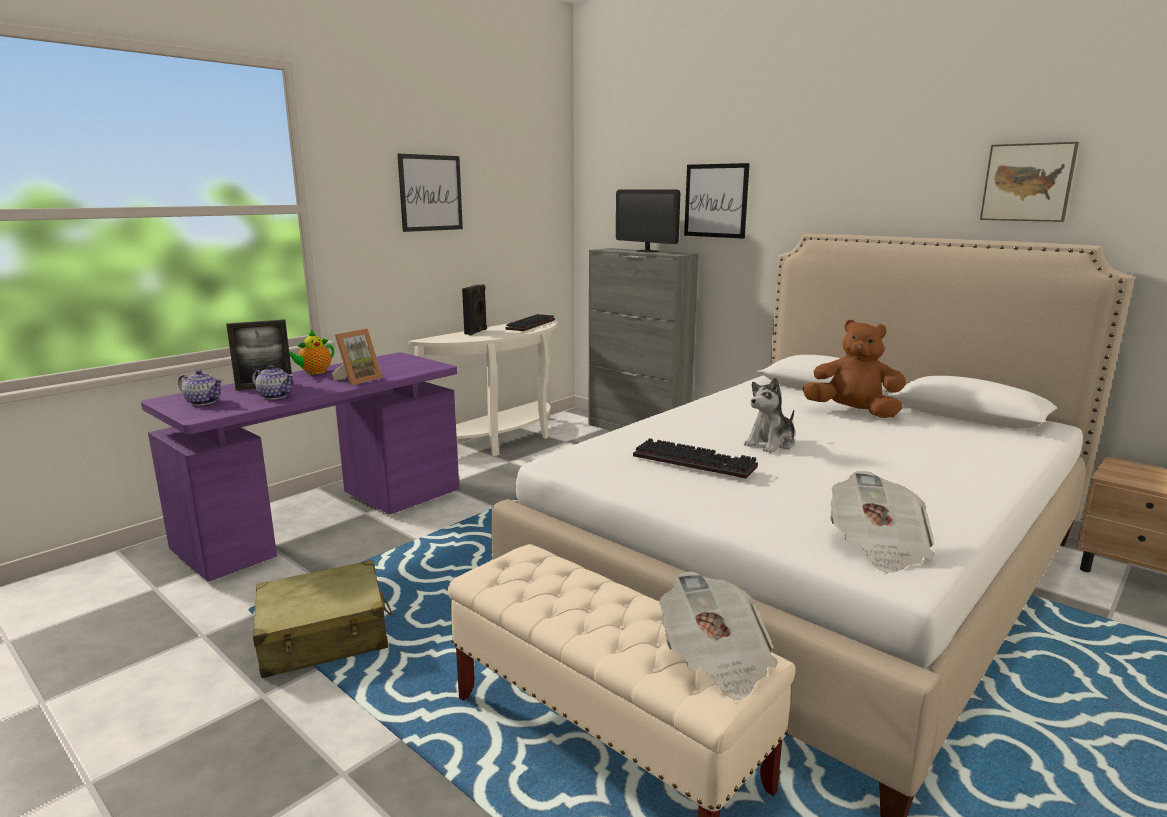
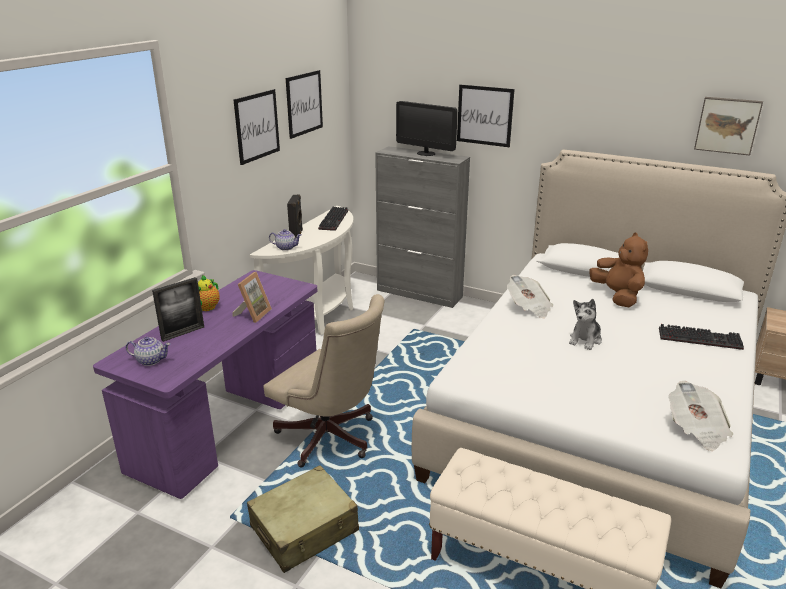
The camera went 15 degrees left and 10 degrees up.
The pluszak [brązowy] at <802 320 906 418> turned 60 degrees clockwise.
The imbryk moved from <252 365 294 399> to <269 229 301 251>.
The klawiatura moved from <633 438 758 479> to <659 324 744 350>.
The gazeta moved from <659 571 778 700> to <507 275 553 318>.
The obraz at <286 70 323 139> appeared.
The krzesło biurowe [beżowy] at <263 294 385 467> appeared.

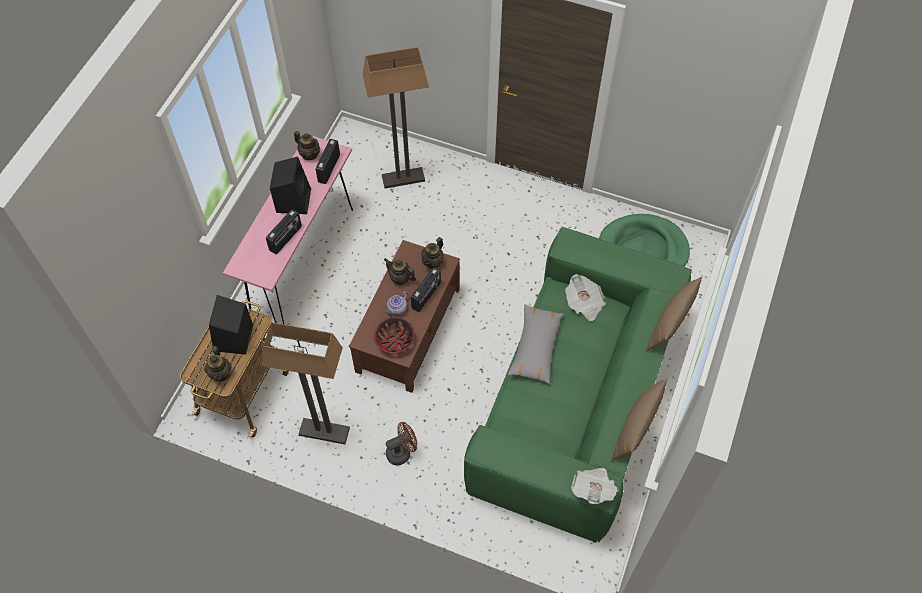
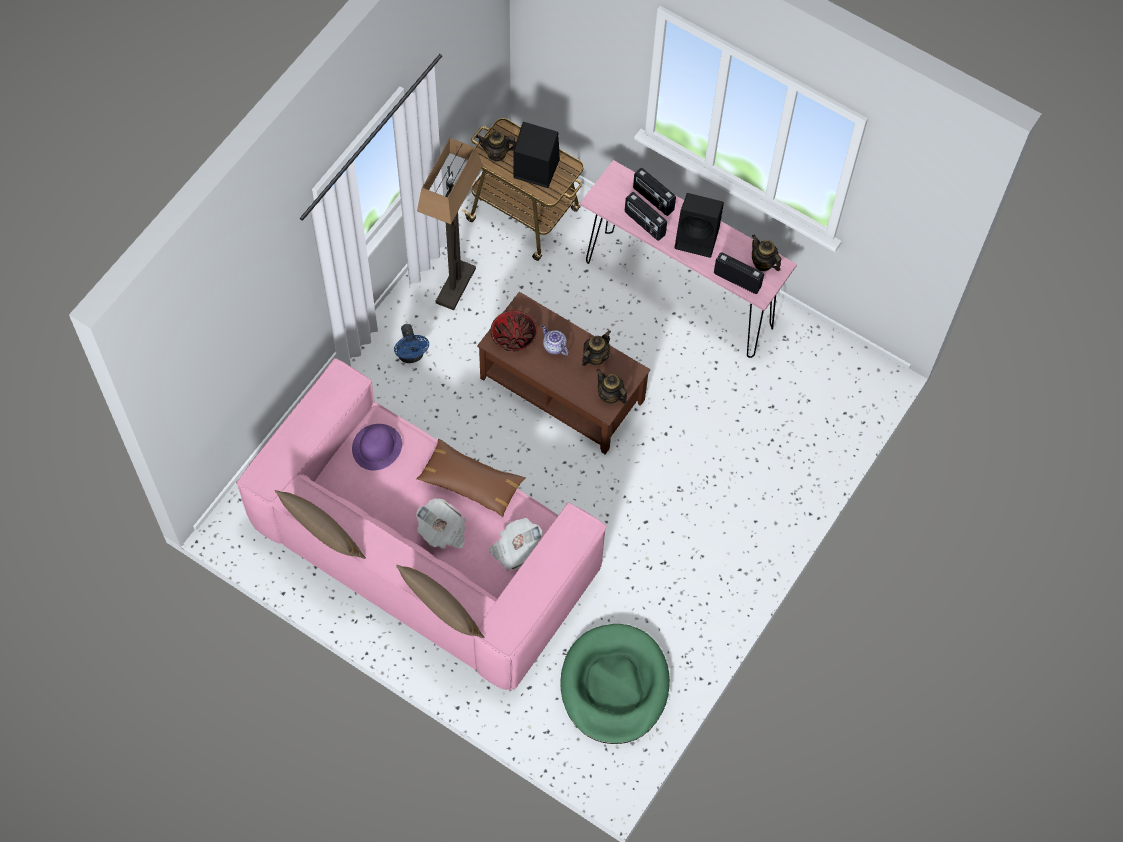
The camera went 100 degrees right and 5 degrees up.
The lampa stojąca at <363 47 429 189> disappeared.
The imbryk at <294 131 320 160> turned 90 degrees clockwise.
The kanapa [zielony] at <464 227 692 542> became the kanapa [różowy] at <236 359 607 691>.
The radio moved from <411 268 441 312> to <633 168 676 216>.
The poduszka [szary] at <508 304 564 384> became the poduszka [brązowy] at <416 439 526 517>.
The wentylator [brązowy] at <386 422 417 465> became the wentylator [niebieski] at <394 324 429 363>.
The gazeta moved from <571 468 618 504> to <416 498 466 549>.
The kapelusz [fioletowy] at <352 424 402 471> appeared.

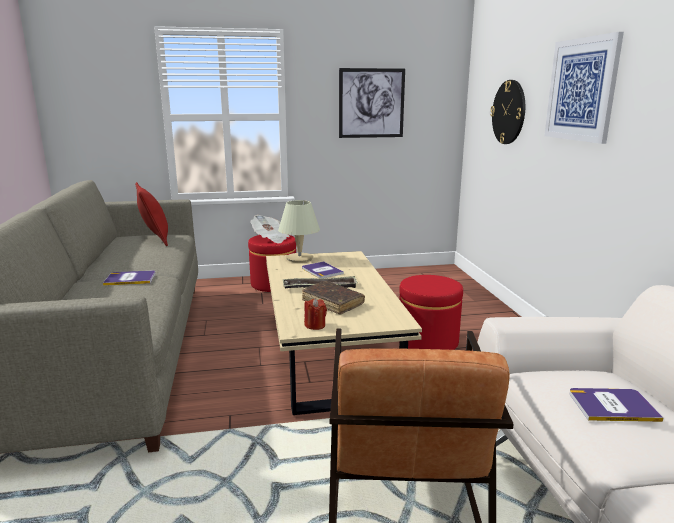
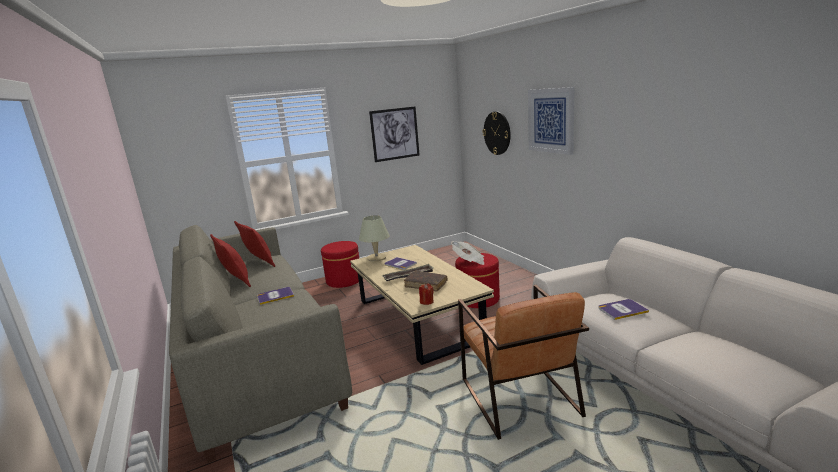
The camera went 15 degrees left and 0 degrees up.
The gazeta moved from <250 215 289 244> to <451 241 484 265>.
The poduszka [czerwony] at <210 234 251 287> appeared.

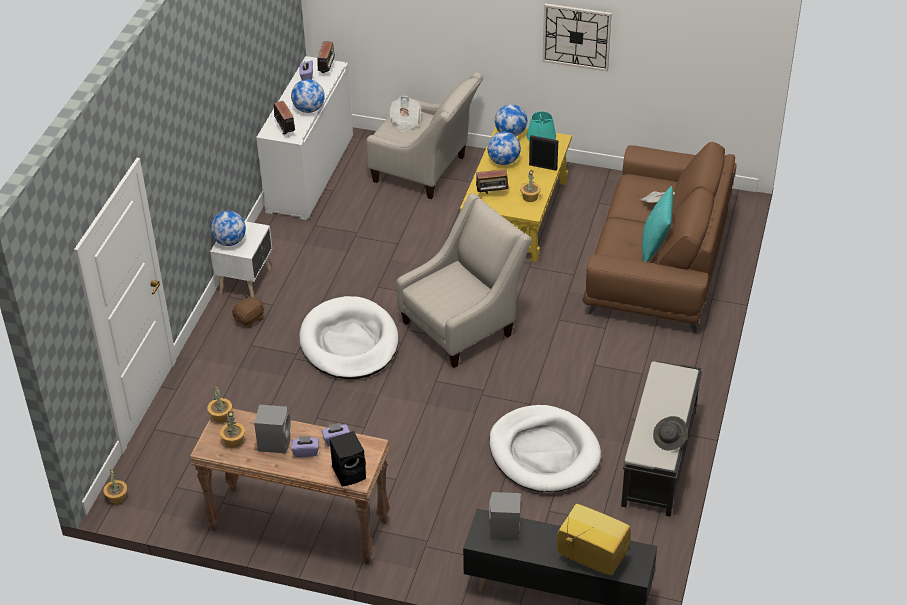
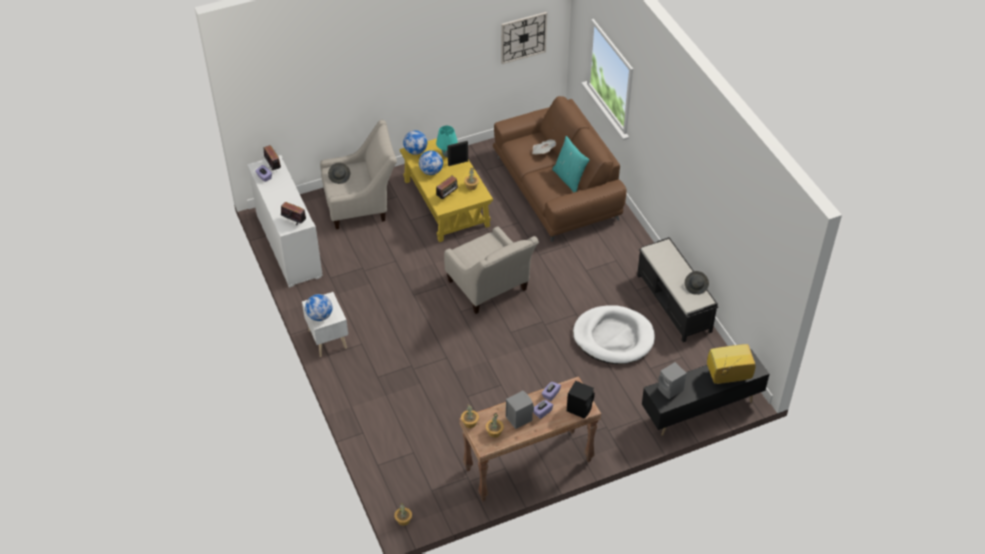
The camera went 40 degrees left and 5 degrees up.
The zegar ścienny moved from <542 4 612 72> to <501 12 547 64>.
The globus at <291 79 325 113> disappeared.
The gazeta at <389 96 421 132> was replaced by the kapelusz [szary] at <328 163 350 184>.
The fotel [beżowy] at <396 194 532 368> turned 135 degrees clockwise.
The pluszak [brązowy] at <232 295 264 328> disappeared.
The legowisko [biały] at <299 296 399 379> disappeared.

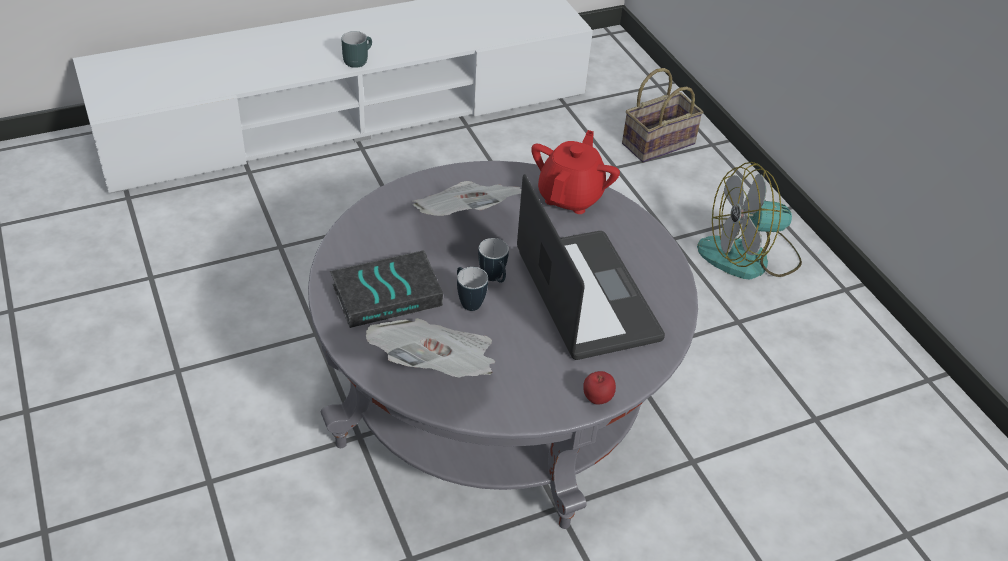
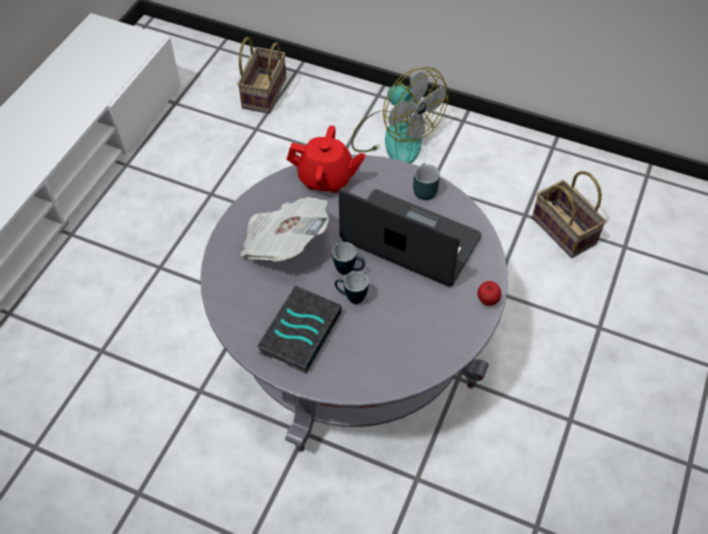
The camera went 40 degrees left and 10 degrees up.
The kubek [turkusowy] moved from <341 31 372 68> to <413 163 440 200>.
The imbryk [czerwony] at <531 130 620 214> turned 120 degrees clockwise.
The wentylator at <697 162 802 280> turned 75 degrees counterclockwise.
The gazeta at <366 318 495 378> disappeared.
The koszyk at <532 171 606 258> appeared.

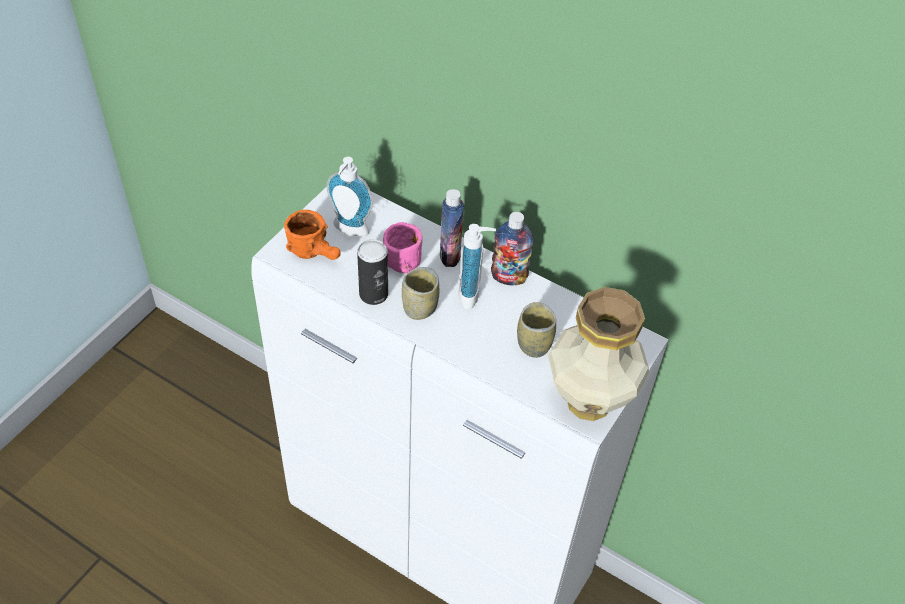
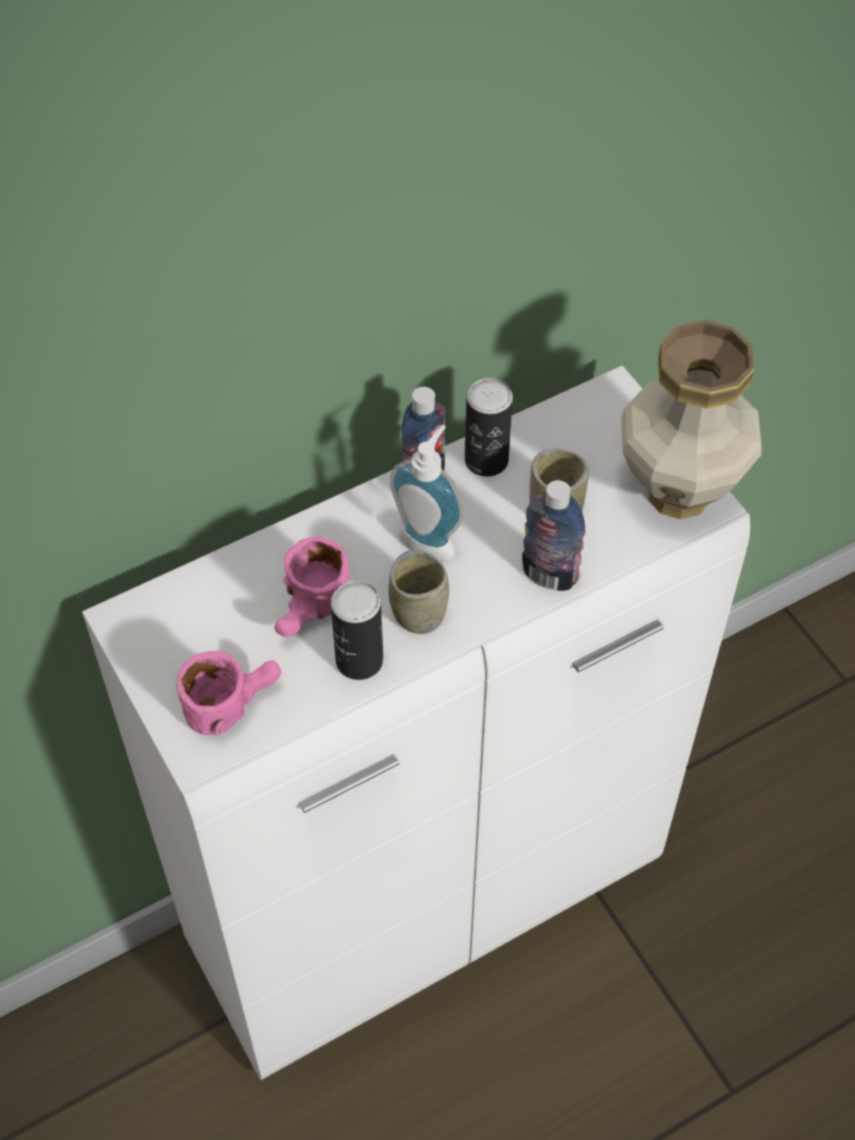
The camera went 60 degrees left and 5 degrees up.
The dozownik mydła at <326 157 373 236> disappeared.
The butelka moved from <440 189 464 267> to <522 480 585 591>.
The kubek [pomarańczowy] at <284 210 341 260> became the kubek [różowy] at <176 651 282 736>.
The puszka at <465 378 513 477> appeared.

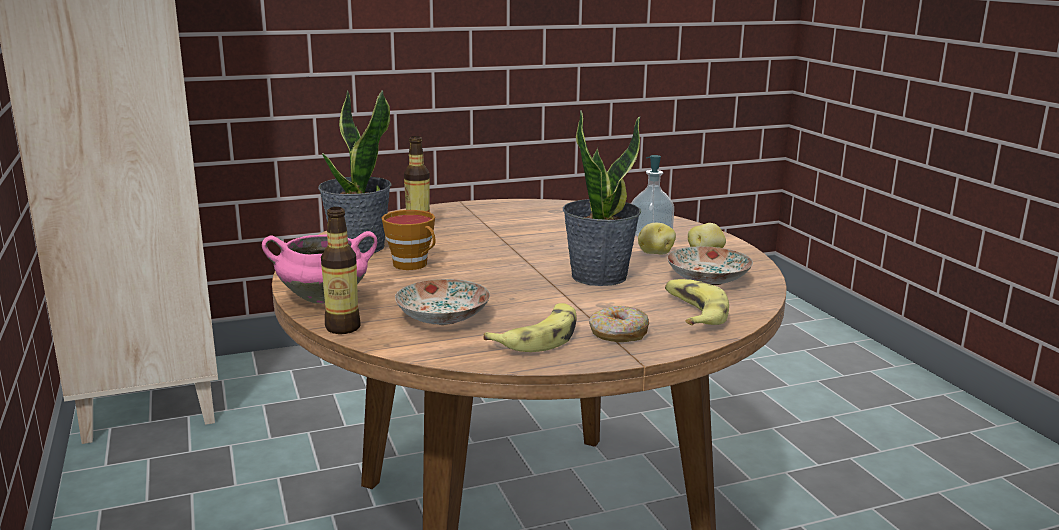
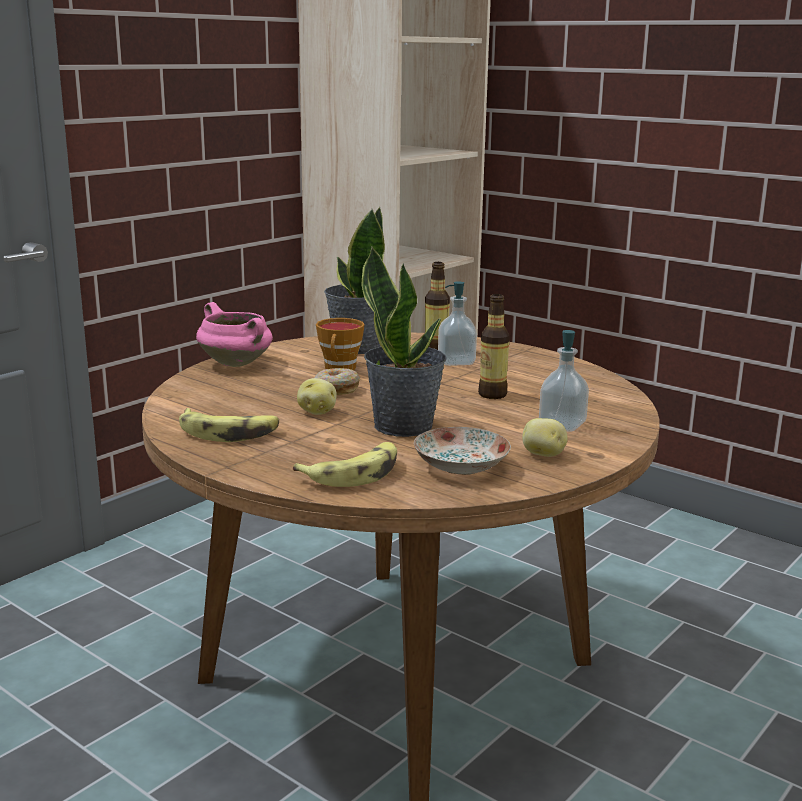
The camera went 60 degrees right and 0 degrees up.
The butelka moved from <321 207 361 334> to <478 294 510 399>.
The ziemniak moved from <638 223 676 254> to <297 378 337 415>.
The talerz at <395 279 490 325> disappeared.
The donut moved from <589 306 649 342> to <314 368 360 395>.
The dozownik mydła at <438 281 477 366> appeared.

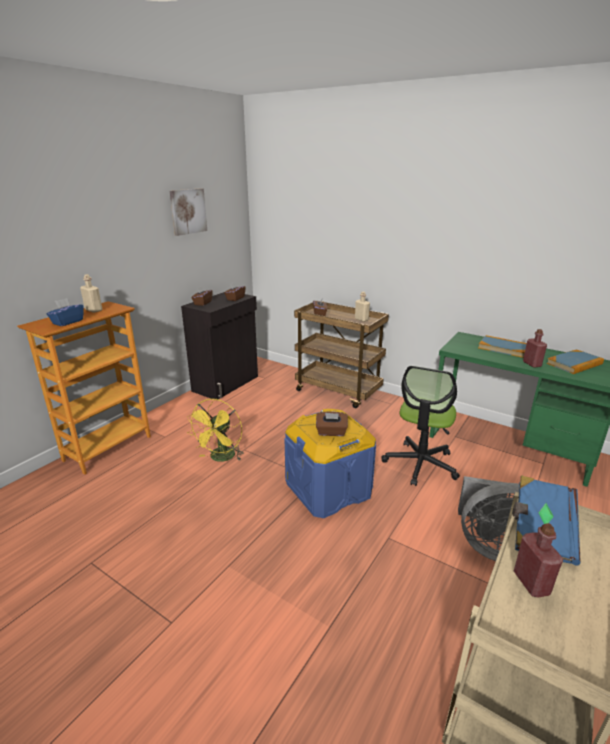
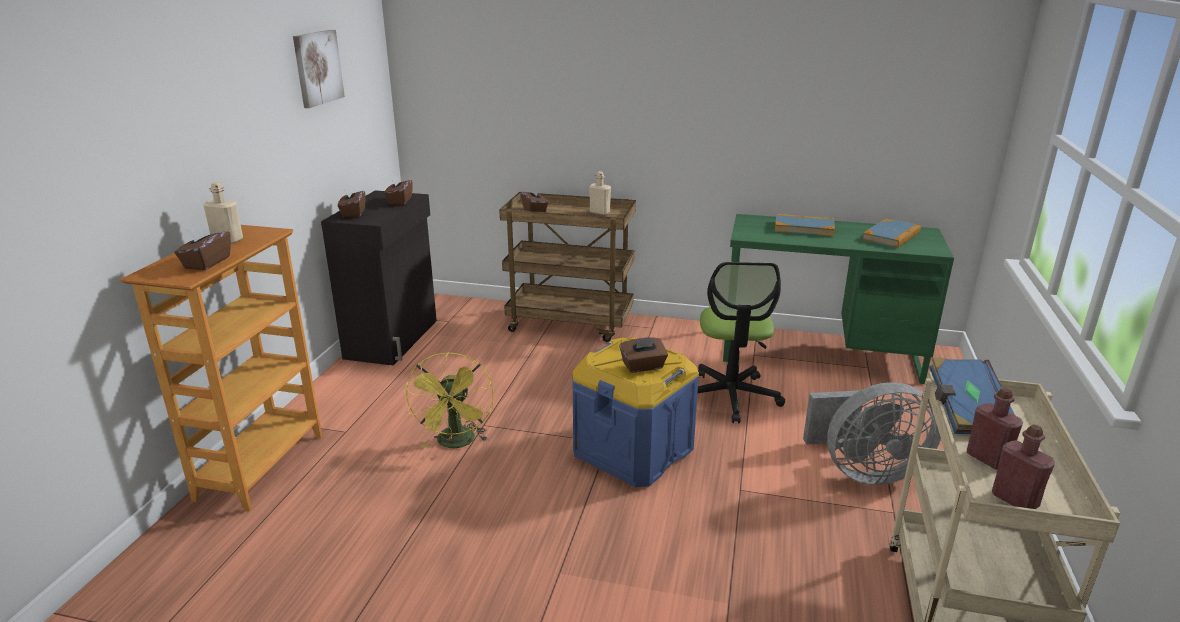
The camera went 20 degrees left and 0 degrees up.
The pudełko chusteczek [niebieski] at <47 298 84 326> became the pudełko chusteczek [brązowy] at <174 223 231 270>.
The butelka [czerwony] moved from <523 329 547 368> to <992 424 1055 509>.

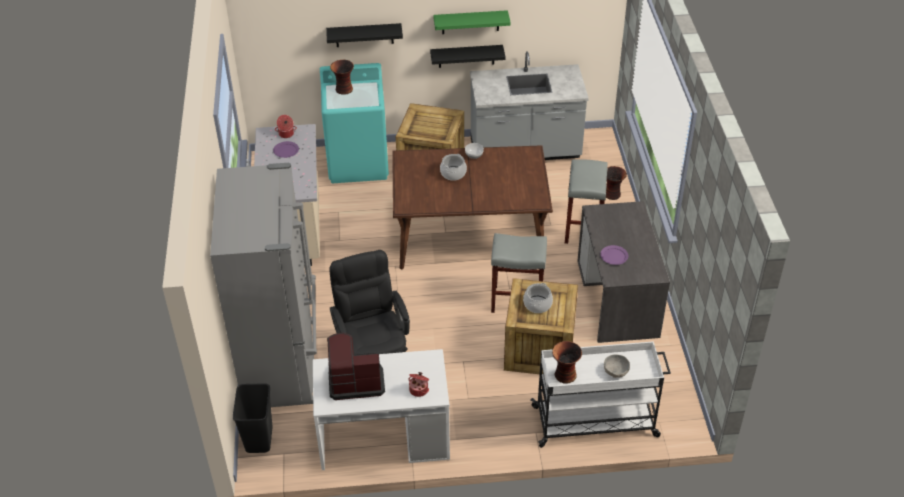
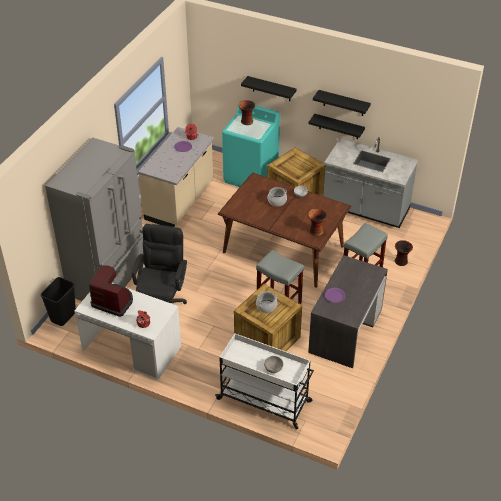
The camera went 30 degrees right and 0 degrees up.
The półka [zielony] at <433 10 511 34> became the półka [czarny] at <313 90 371 116>.
The wazon moved from <552 341 582 384> to <308 209 327 236>.

